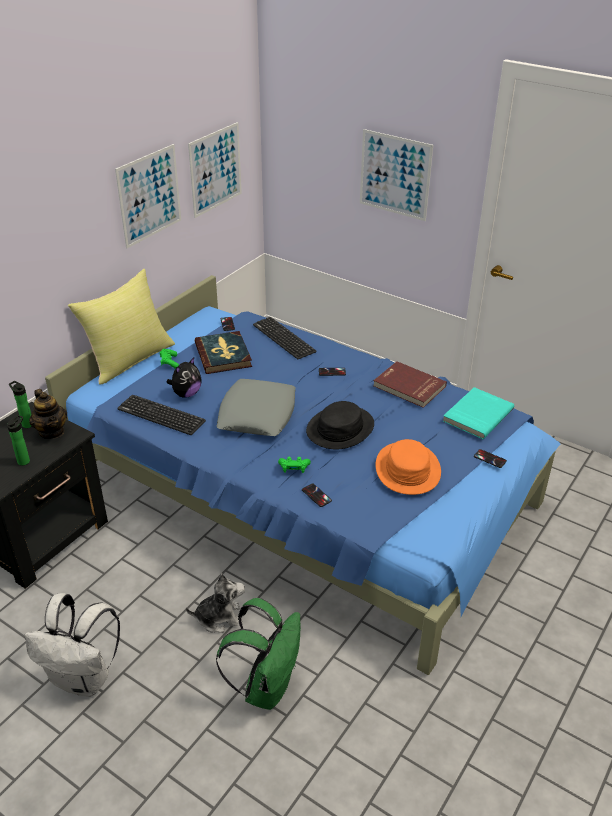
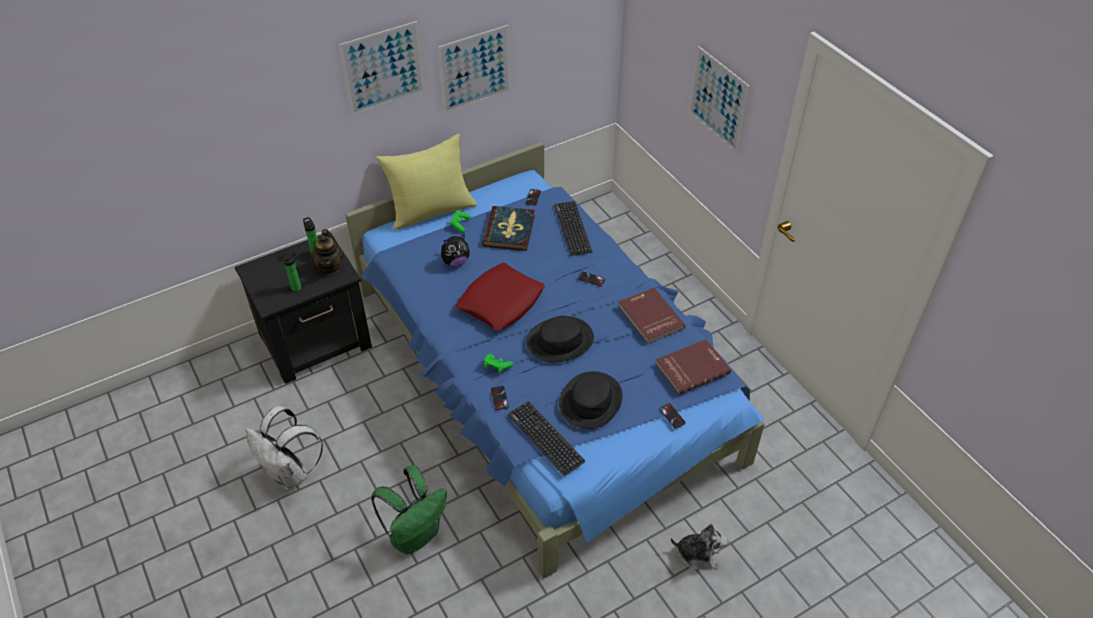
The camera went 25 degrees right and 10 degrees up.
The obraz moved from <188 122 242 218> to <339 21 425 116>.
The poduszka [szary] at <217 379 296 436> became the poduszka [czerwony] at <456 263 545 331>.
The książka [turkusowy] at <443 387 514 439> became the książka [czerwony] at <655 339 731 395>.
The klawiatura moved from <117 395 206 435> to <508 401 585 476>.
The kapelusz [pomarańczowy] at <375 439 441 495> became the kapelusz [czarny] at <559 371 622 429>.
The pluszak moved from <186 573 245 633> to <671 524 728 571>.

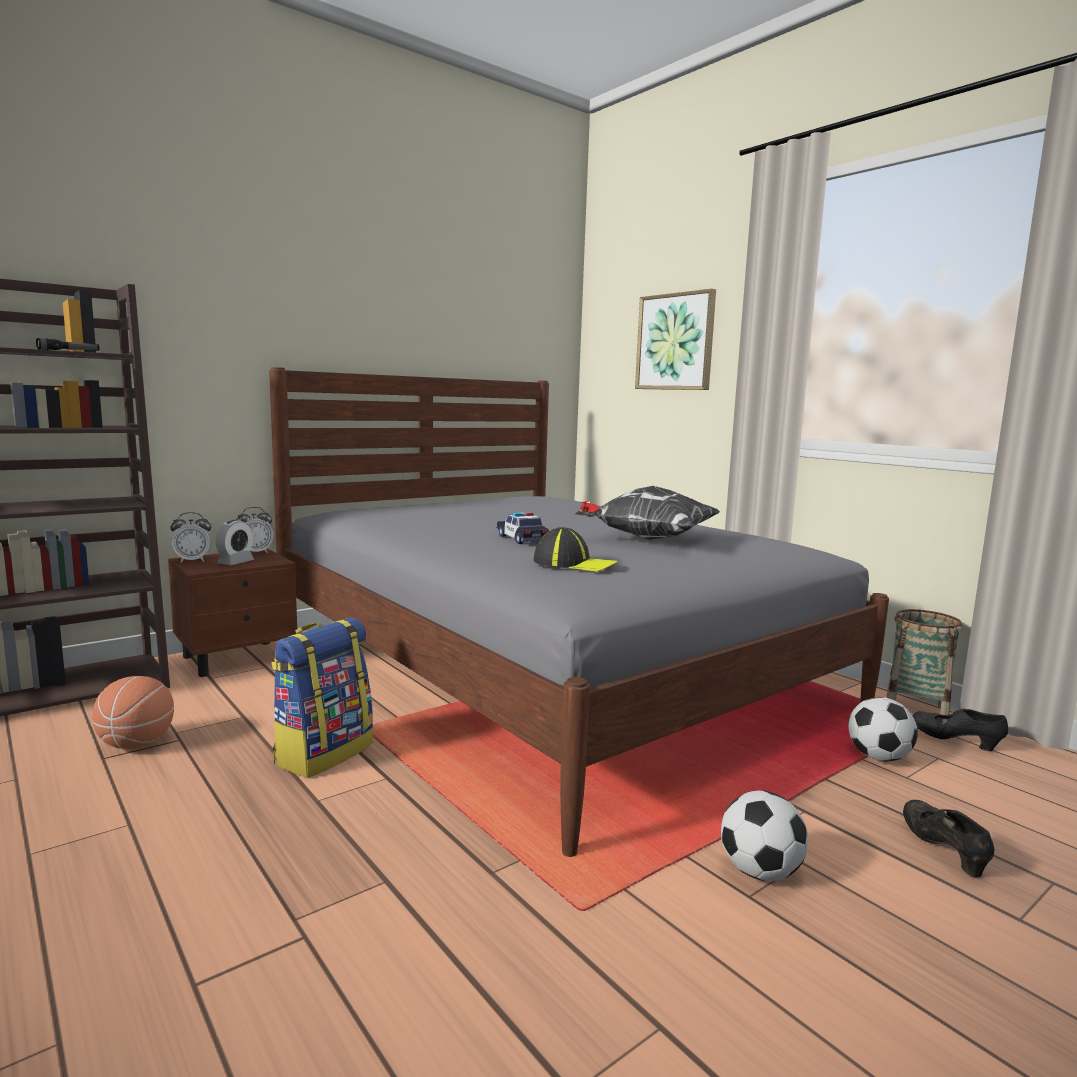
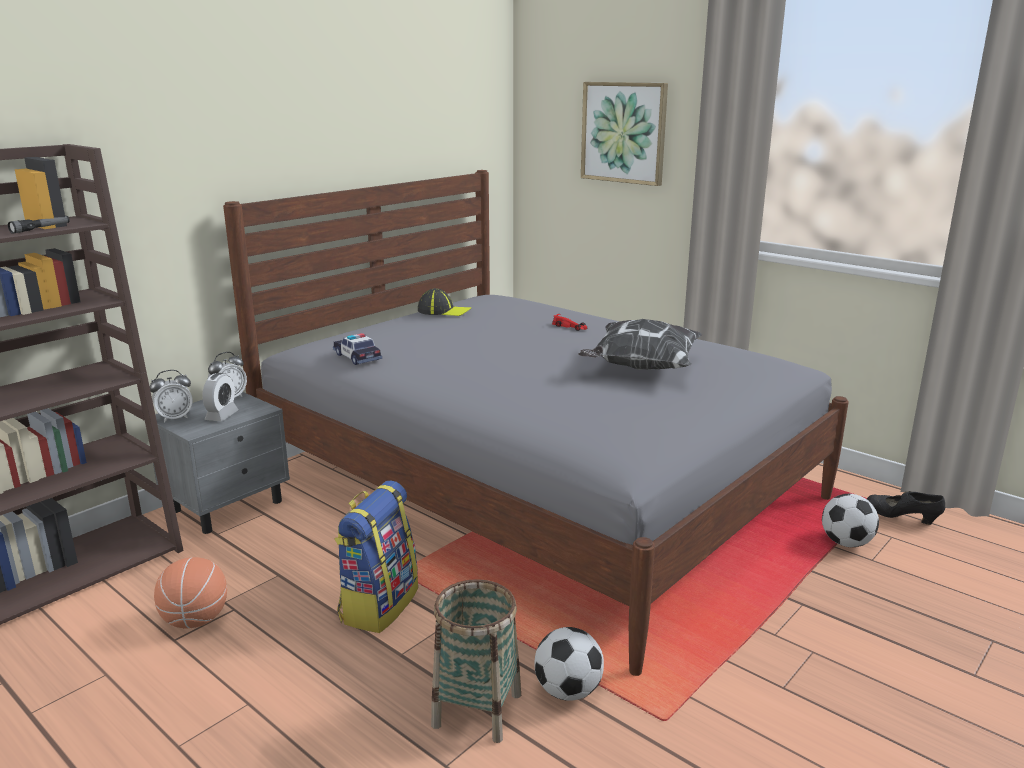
The camera went 10 degrees left and 10 degrees up.
The samochodzik moved from <496 512 549 544> to <333 333 382 365>.
The czapka z daszkiem moved from <534 527 618 572> to <418 288 471 316>.
The szafka nocna [brązowy] at <168 549 297 677> became the szafka nocna [szary] at <153 392 290 534>.
The koszyk moved from <887 609 963 715> to <431 579 521 743>.
The piłka futbolowa moved from <721 790 808 881> to <535 627 604 701>.
The but [czarny] at <903 800 994 878> disappeared.

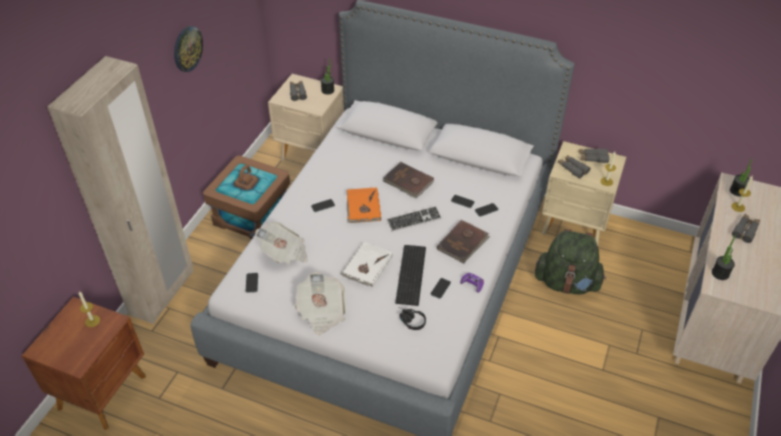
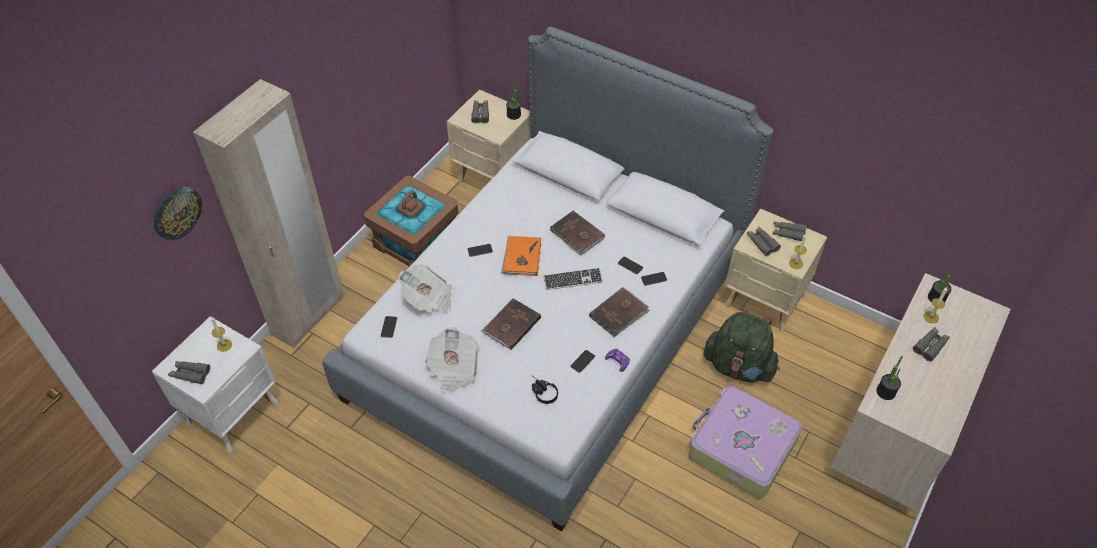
The camera went 10 degrees right and 5 degrees up.
The zegar ścienny moved from <174 26 203 72> to <154 186 202 240>.
The książka [biały] at <340 242 393 287> became the książka [brązowy] at <481 298 541 350>.
The klawiatura at <395 245 426 306> disappeared.
The szafka nocna [brązowy] at <22 297 146 430> became the szafka nocna [biały] at <152 316 277 452>.
The lornetka [szary] at <168 361 210 384> appeared.
The walizka at <688 386 802 498> appeared.

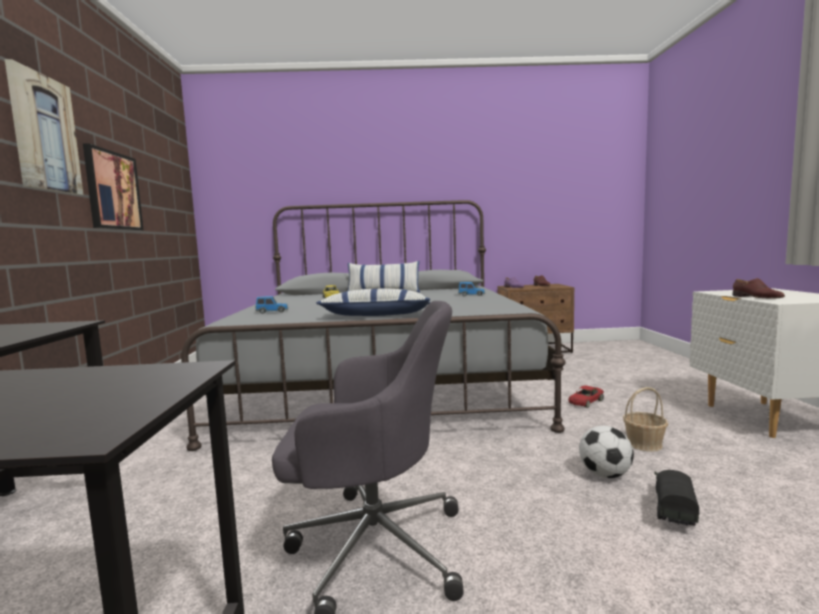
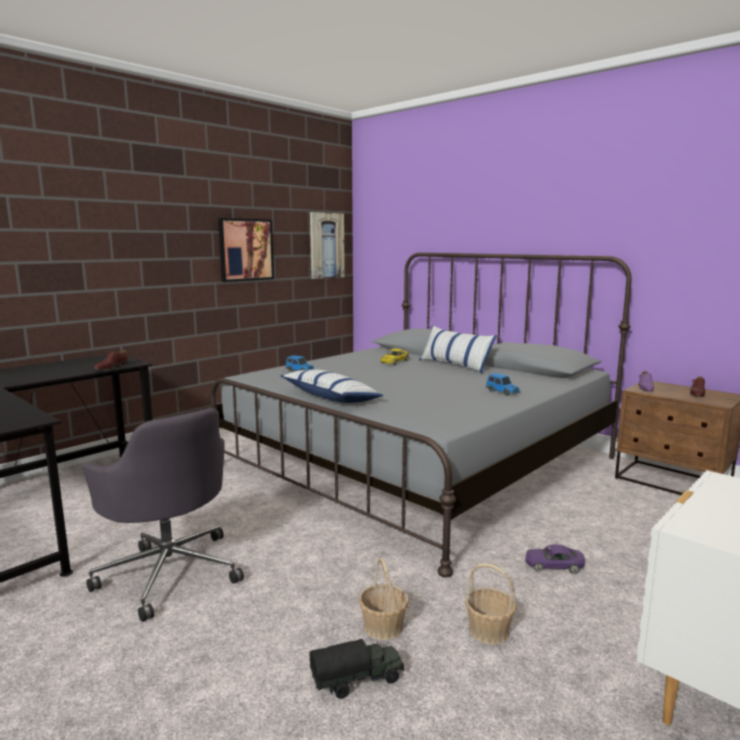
The camera went 45 degrees right and 5 degrees up.
The obraz moved from <5 59 84 195> to <310 212 345 279>.
The but [brązowy] moved from <732 278 785 298> to <94 350 128 370>.
The samochodzik [czerwony] at <568 385 604 408> became the samochodzik [fioletowy] at <525 544 585 574>.
The piłka futbolowa at <579 426 634 478> was replaced by the koszyk at <359 558 409 640>.

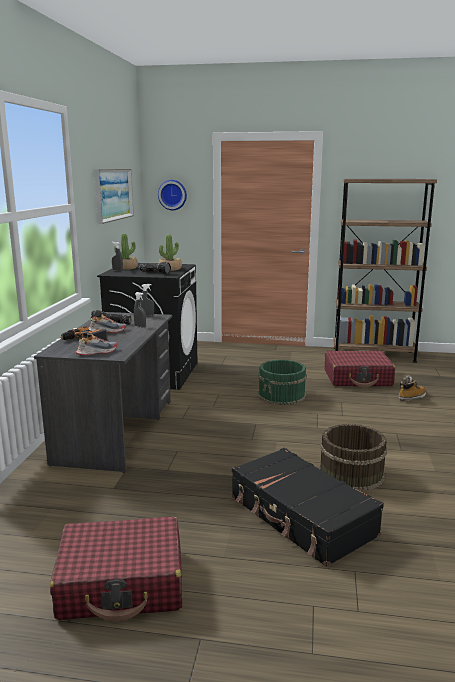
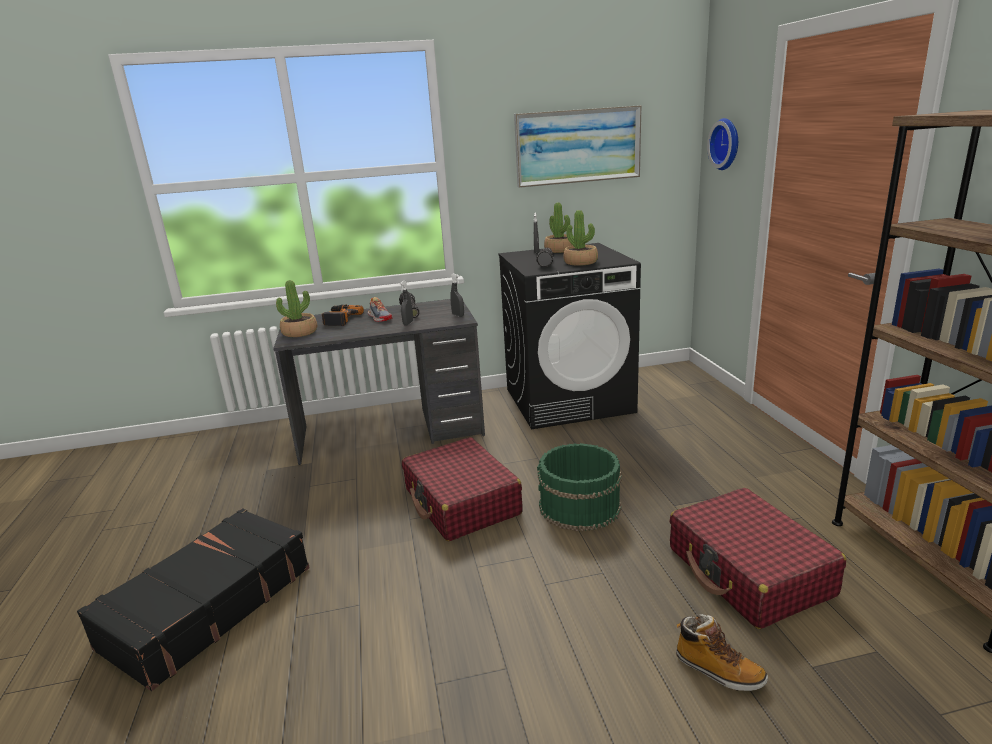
The camera went 70 degrees right and 5 degrees up.
The but at <76 334 117 355> was replaced by the roślina doniczkowa at <276 280 317 337>.
The wiadro [brązowy] at <319 424 387 491> disappeared.
The walizka [czerwony] moved from <50 517 182 621> to <402 437 523 541>.

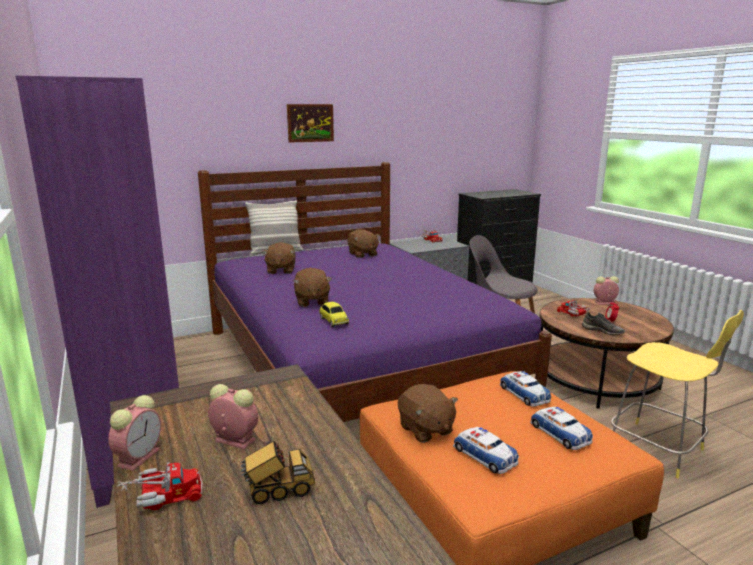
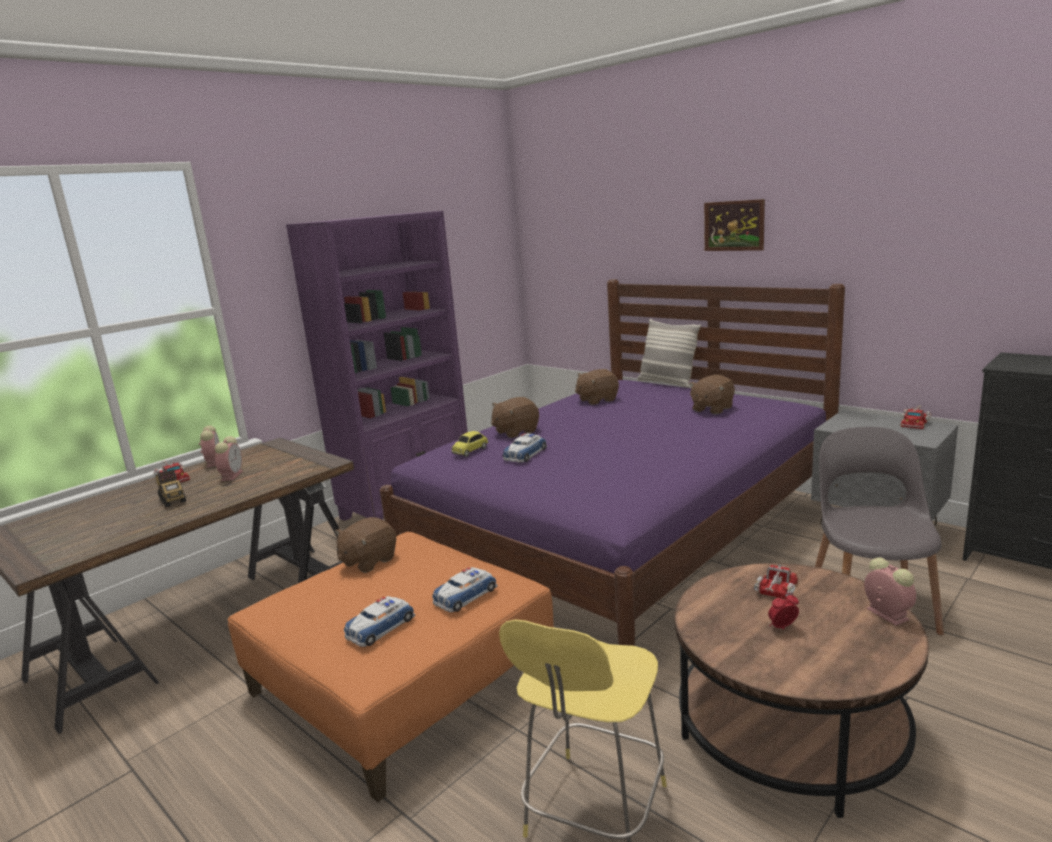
The camera went 70 degrees right and 0 degrees up.
The but [szary] at <582 312 625 335> disappeared.
The budzik at <108 395 161 471> turned 105 degrees counterclockwise.
The samochodzik moved from <453 427 519 474> to <503 433 547 463>.

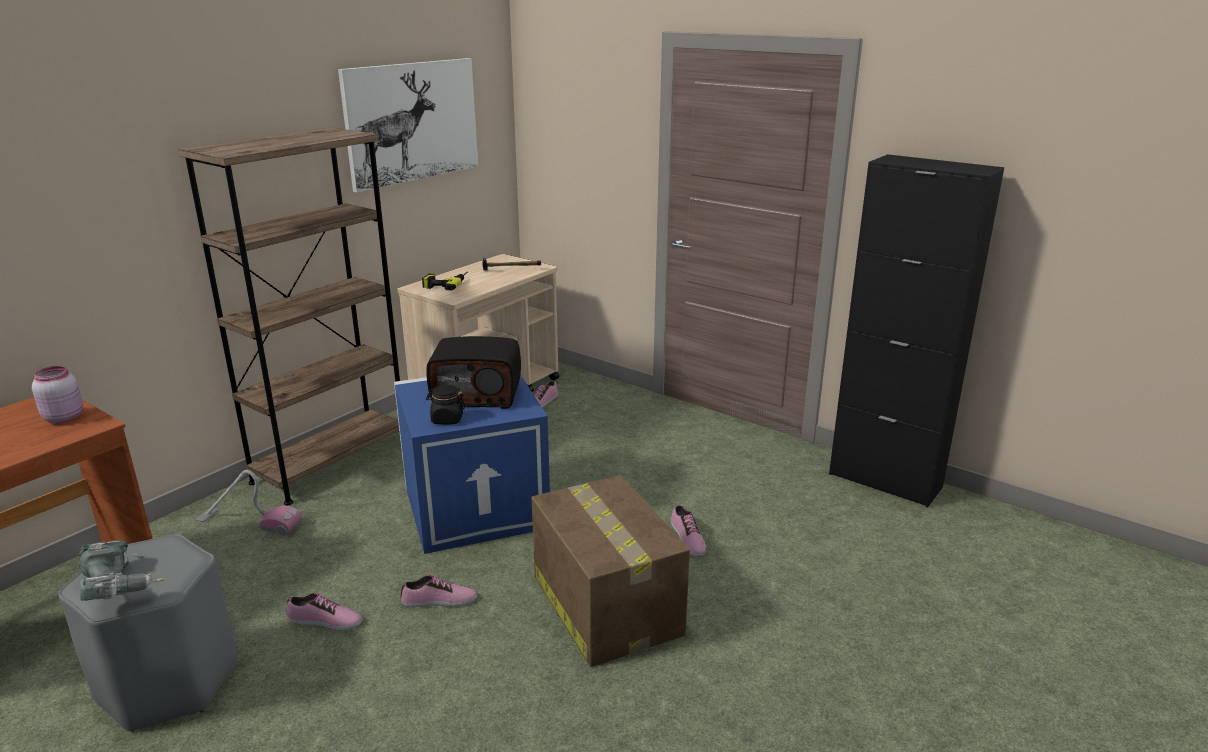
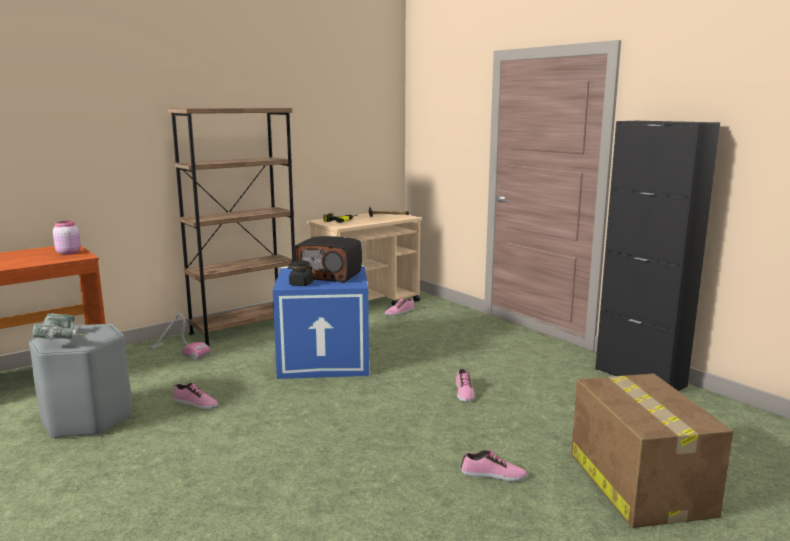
The camera went 15 degrees right and 10 degrees down.
The obraz at <338 58 478 193> disappeared.
The karton moved from <532 475 690 667> to <571 373 733 528>.
The but moved from <401 575 477 607> to <461 450 527 481>.

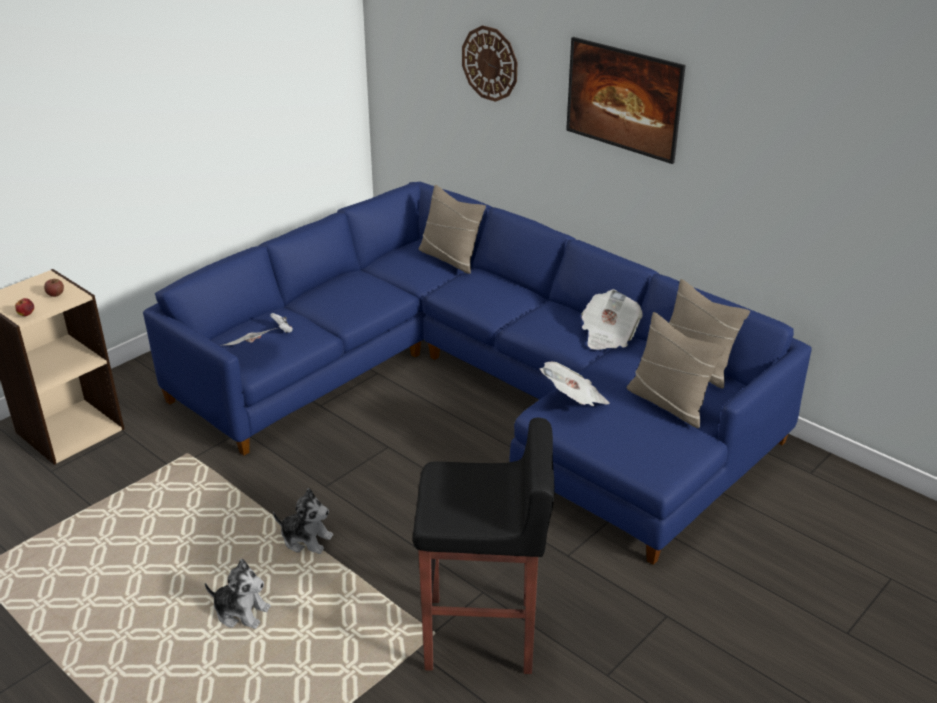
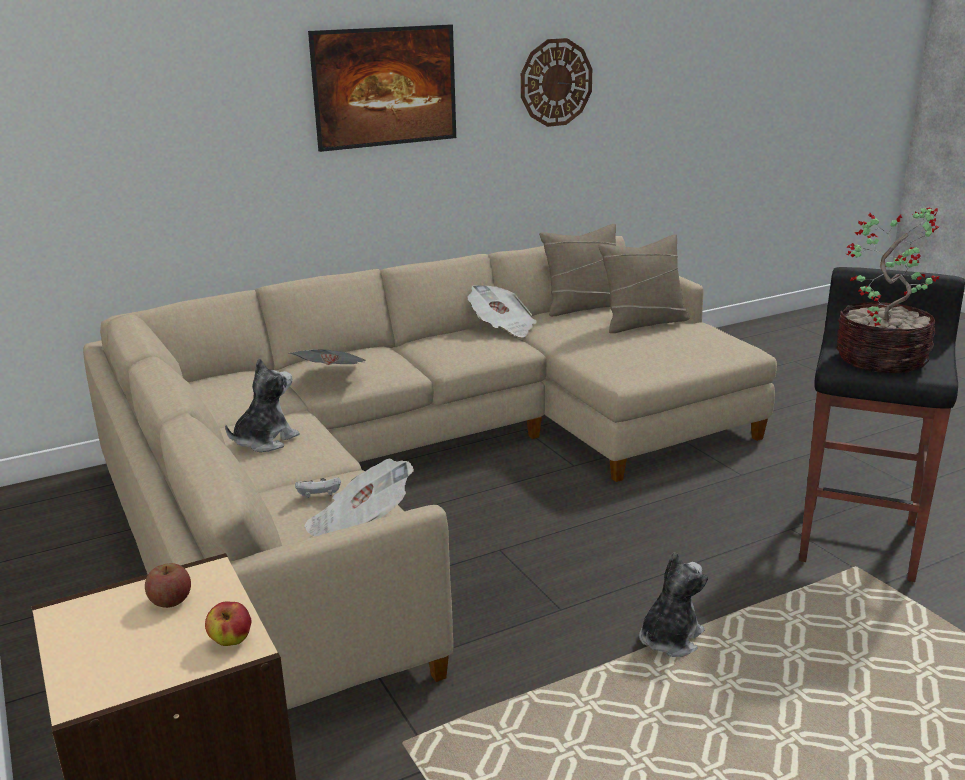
The camera went 70 degrees left and 10 degrees down.
The zegar ścienny moved from <462 25 517 102> to <521 38 592 127>.
The kanapa [niebieski] at <143 182 812 565> became the kanapa [beżowy] at <83 236 777 709>.
The poduszka [beżowy] at <419 185 486 274> disappeared.
The gazeta moved from <540 362 610 406> to <289 349 366 365>.
The pluszak moved from <205 559 271 629> to <225 358 300 452>.
The roślina doniczkowa at <836 207 939 373> appeared.

